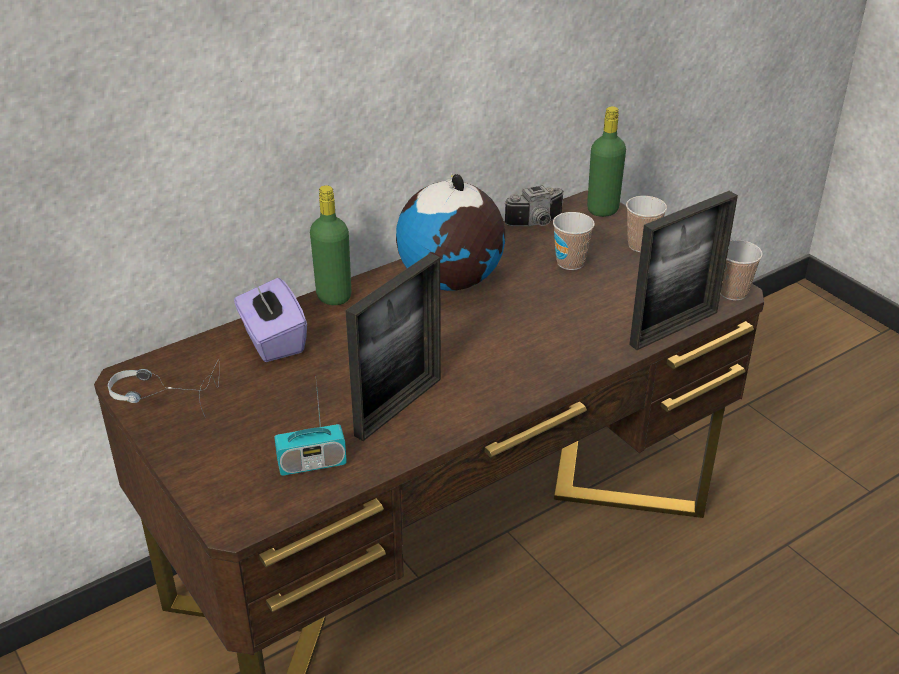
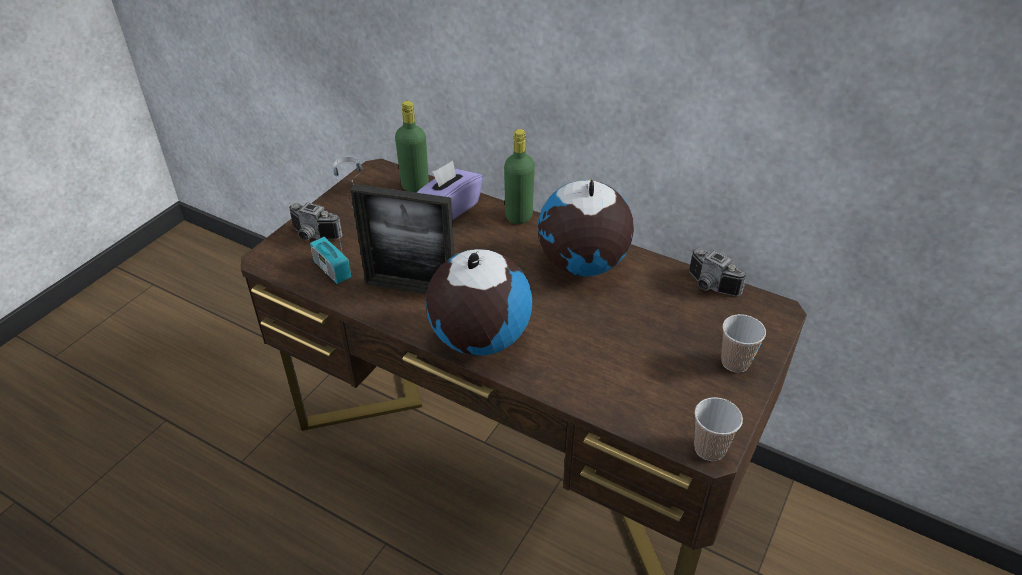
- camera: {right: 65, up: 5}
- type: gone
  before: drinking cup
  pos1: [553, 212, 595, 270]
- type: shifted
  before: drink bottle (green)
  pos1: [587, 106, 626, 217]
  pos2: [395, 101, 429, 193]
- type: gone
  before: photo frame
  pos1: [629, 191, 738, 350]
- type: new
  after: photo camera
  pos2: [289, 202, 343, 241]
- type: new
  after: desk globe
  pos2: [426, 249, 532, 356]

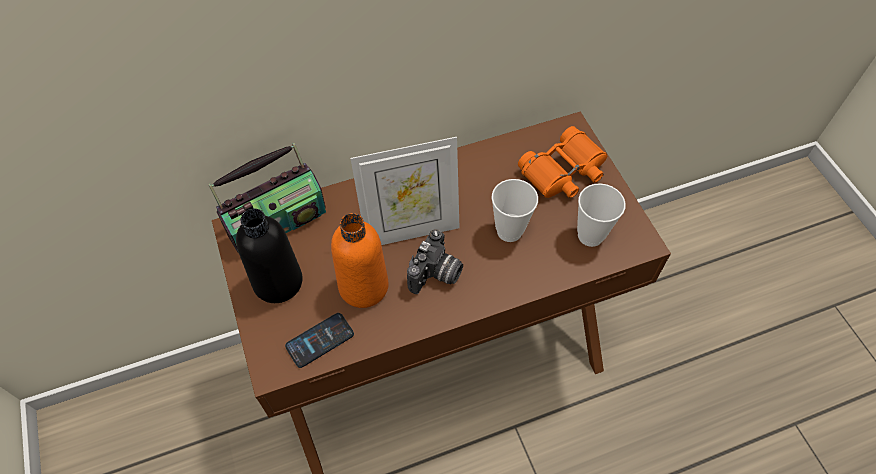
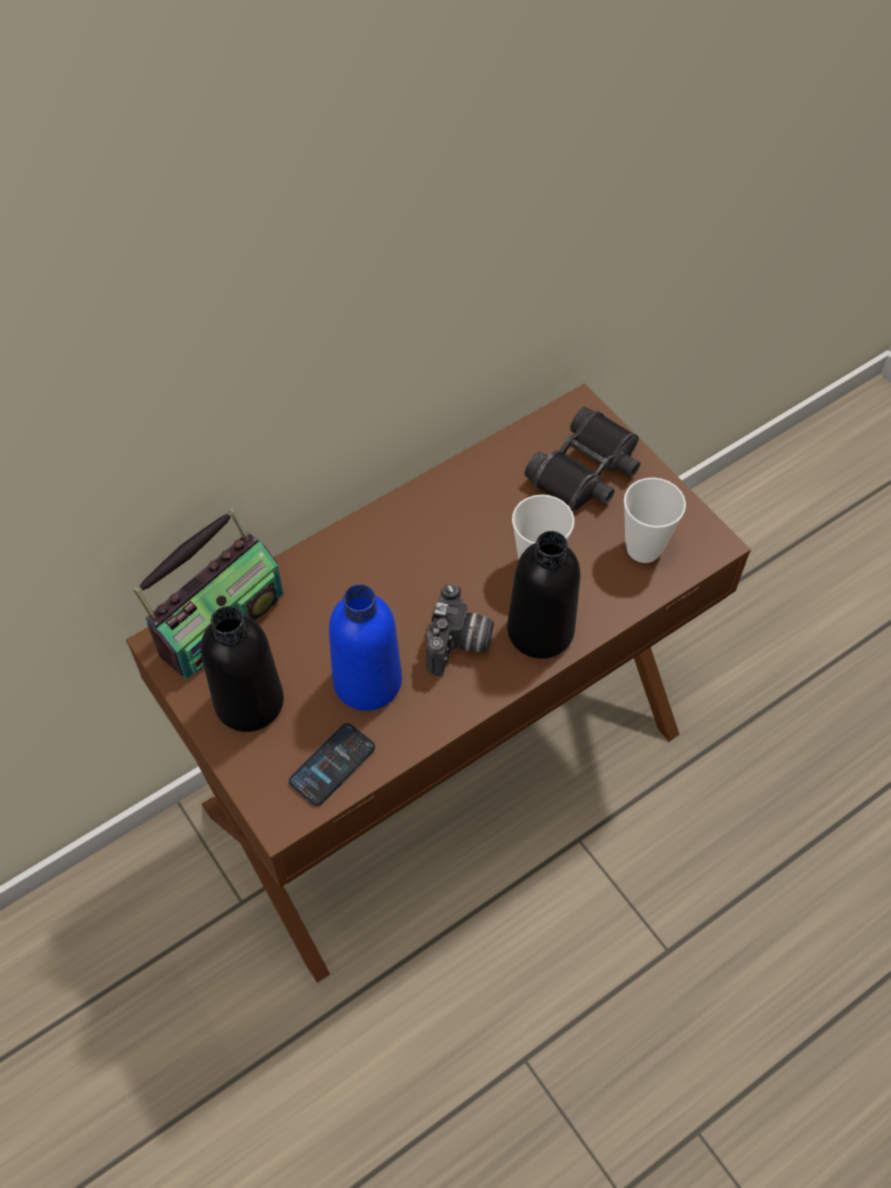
- camera: {right: -15, up: 0}
- type: repainted
  before: drink bottle (orange-coloured)
  after: drink bottle (bluish)
  pos1: [331, 213, 389, 308]
  pos2: [329, 584, 402, 711]
- type: gone
  before: photo frame
  pos1: [350, 137, 460, 245]
- type: repainted
  before: field glasses (orange-coloured)
  after: field glasses (blackish)
  pos1: [518, 126, 607, 198]
  pos2: [525, 407, 640, 511]
- type: new
  after: drink bottle (blackish)
  pos2: [507, 531, 580, 659]

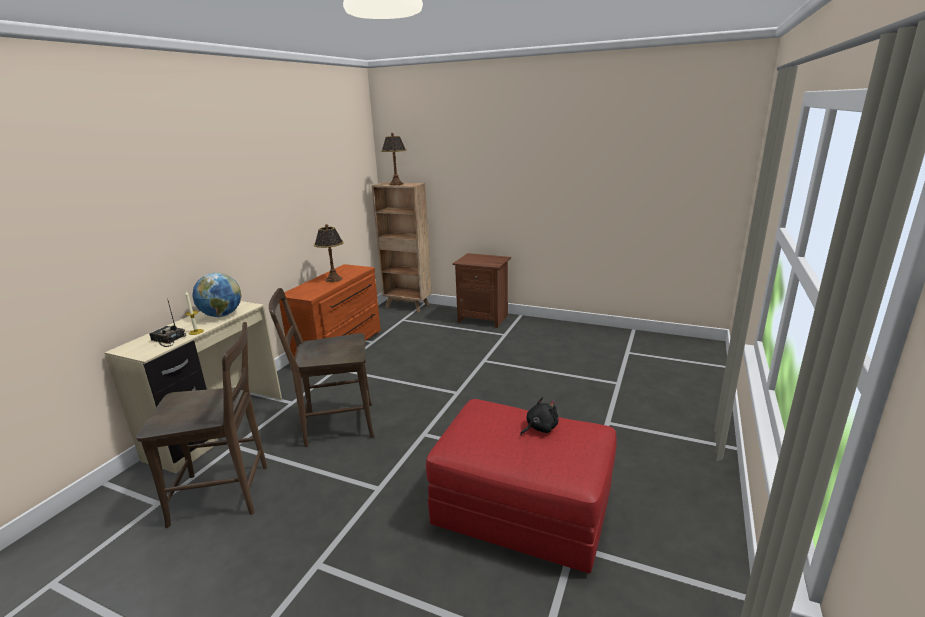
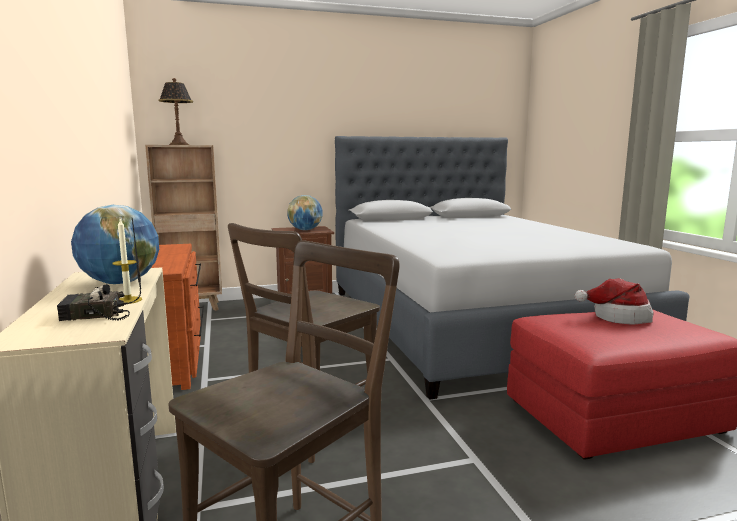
- camera: {right: -40, up: -10}
- type: gone
  before: table lamp
  pos1: [314, 224, 343, 282]
- type: swapped
  before: plush toy (blackish)
  after: wearable hat
  pos1: [520, 397, 558, 436]
  pos2: [575, 278, 653, 325]
- type: new
  after: desk globe
  pos2: [287, 195, 322, 230]
- type: new
  after: bedroom bed (greyish)
  pos2: [335, 136, 690, 399]

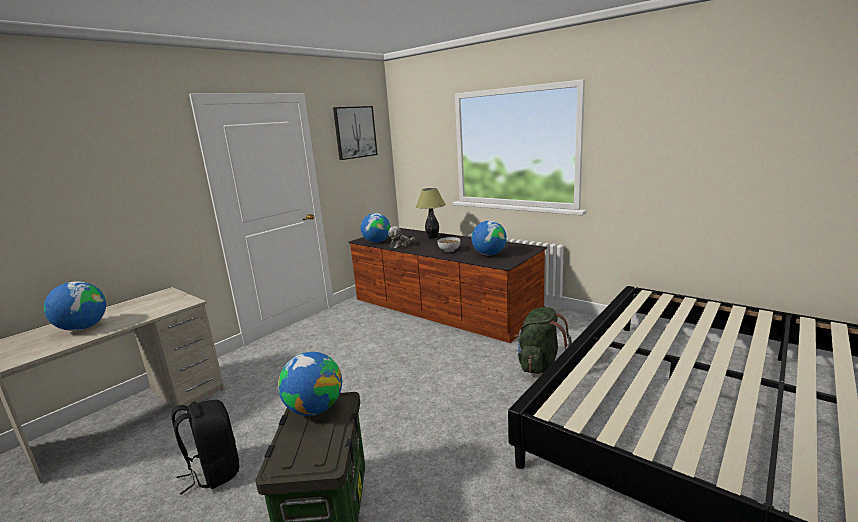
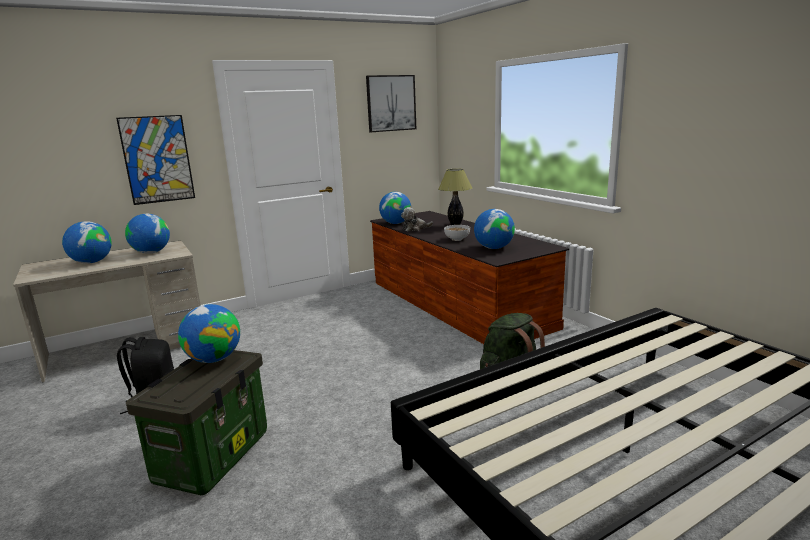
- camera: {right: 20, up: 0}
- type: new
  after: wall art
  pos2: [116, 115, 195, 205]
- type: new
  after: desk globe
  pos2: [125, 214, 170, 254]

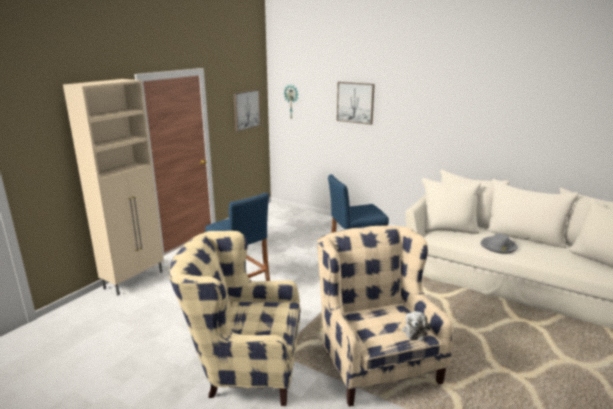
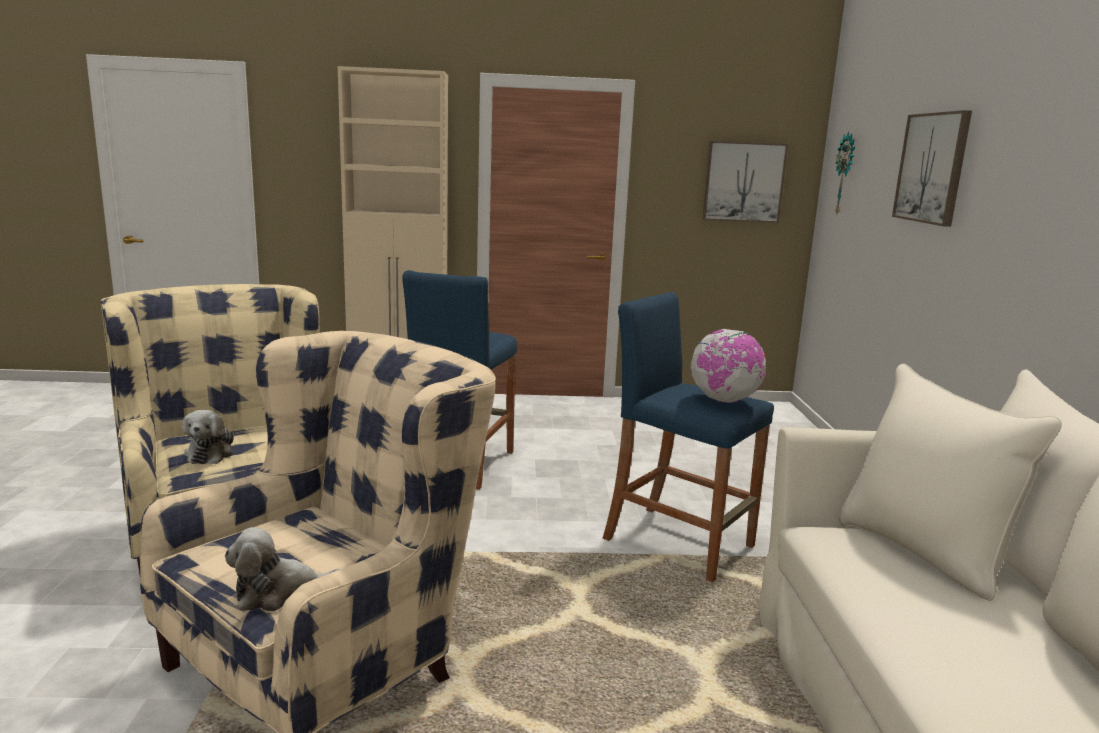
- camera: {right: 55, up: -5}
- type: gone
  before: wearable hat (greyish)
  pos1: [480, 233, 518, 254]
- type: new
  after: plush toy
  pos2: [182, 410, 234, 464]
- type: new
  after: desk globe
  pos2: [691, 329, 766, 402]

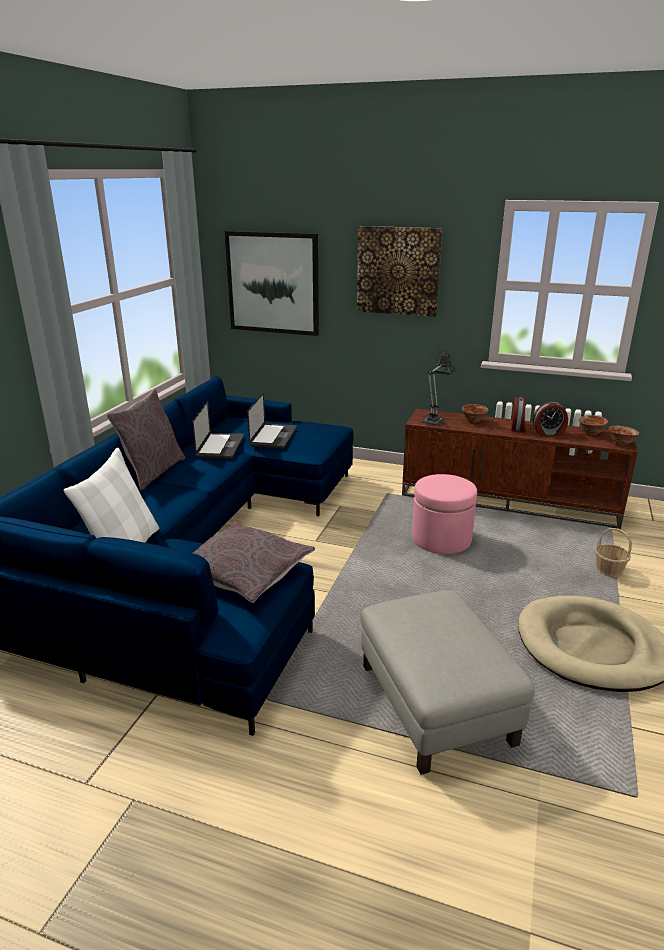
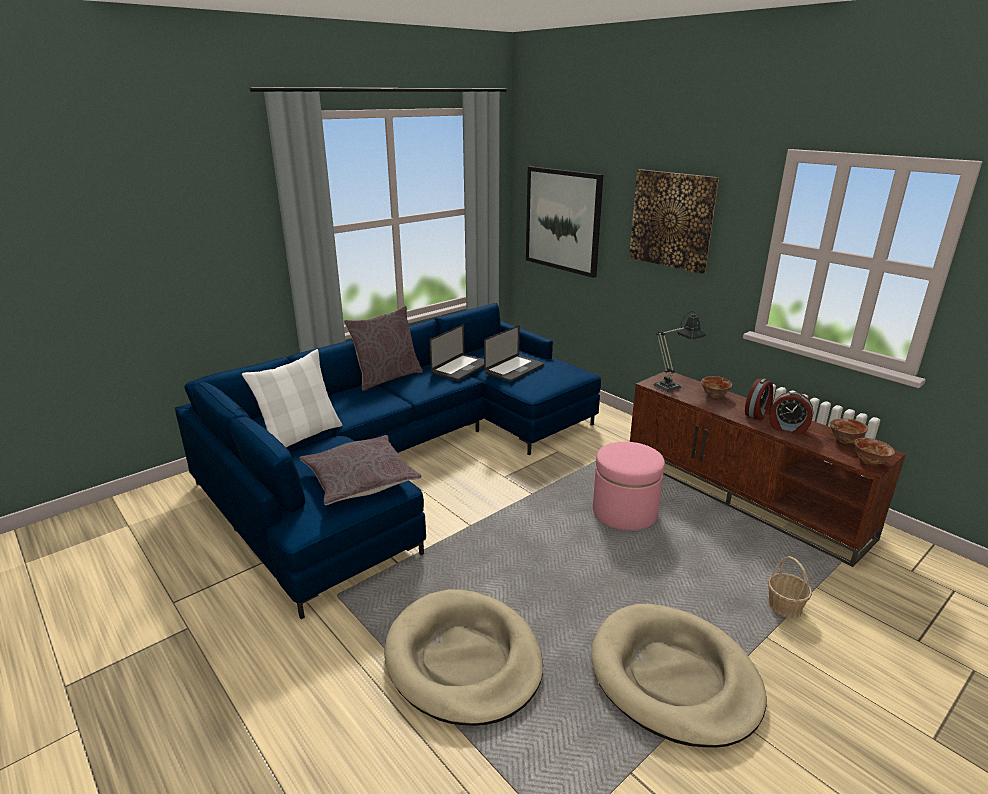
- camera: {right: 30, up: 0}
- type: swapped
  before: pouffe (greyish)
  after: pet bed (beige-coloured)
  pos1: [360, 590, 535, 775]
  pos2: [384, 589, 543, 726]

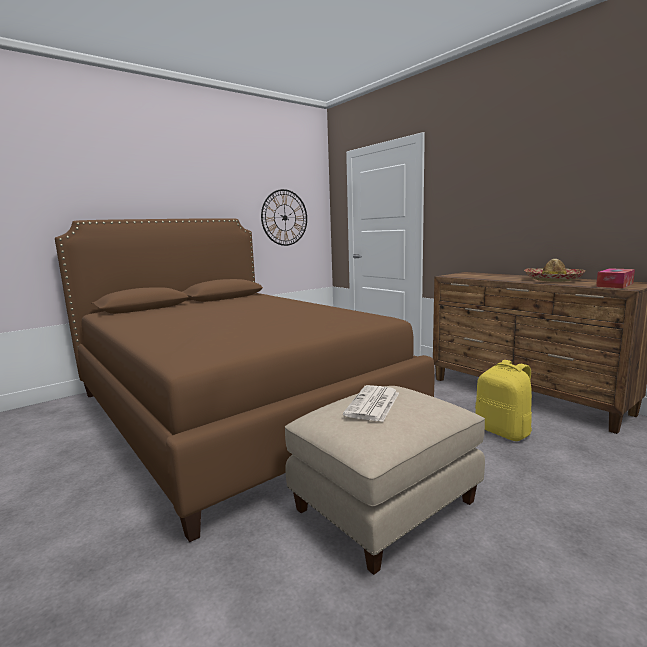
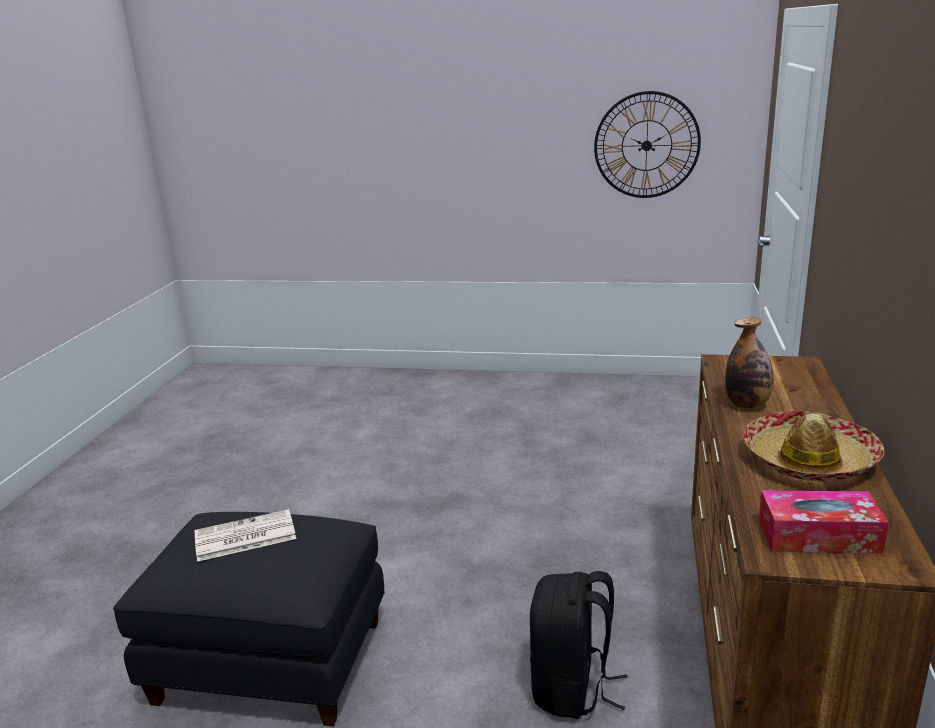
- camera: {right: 50, up: 10}
- type: gone
  before: bedroom bed (brownish)
  pos1: [55, 218, 434, 542]
- type: repainted
  before: pouffe (beige-coloured)
  after: pouffe (blackish)
  pos1: [285, 386, 485, 575]
  pos2: [113, 512, 385, 727]
- type: repainted
  before: knapsack (yellow-coloured)
  after: knapsack (blackish)
  pos1: [475, 360, 532, 441]
  pos2: [530, 571, 628, 719]
- type: new
  after: drink bottle
  pos2: [725, 317, 773, 409]

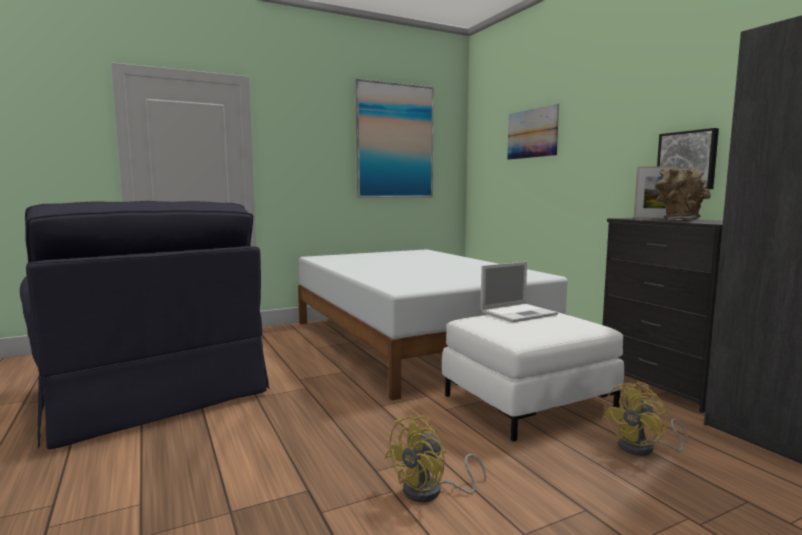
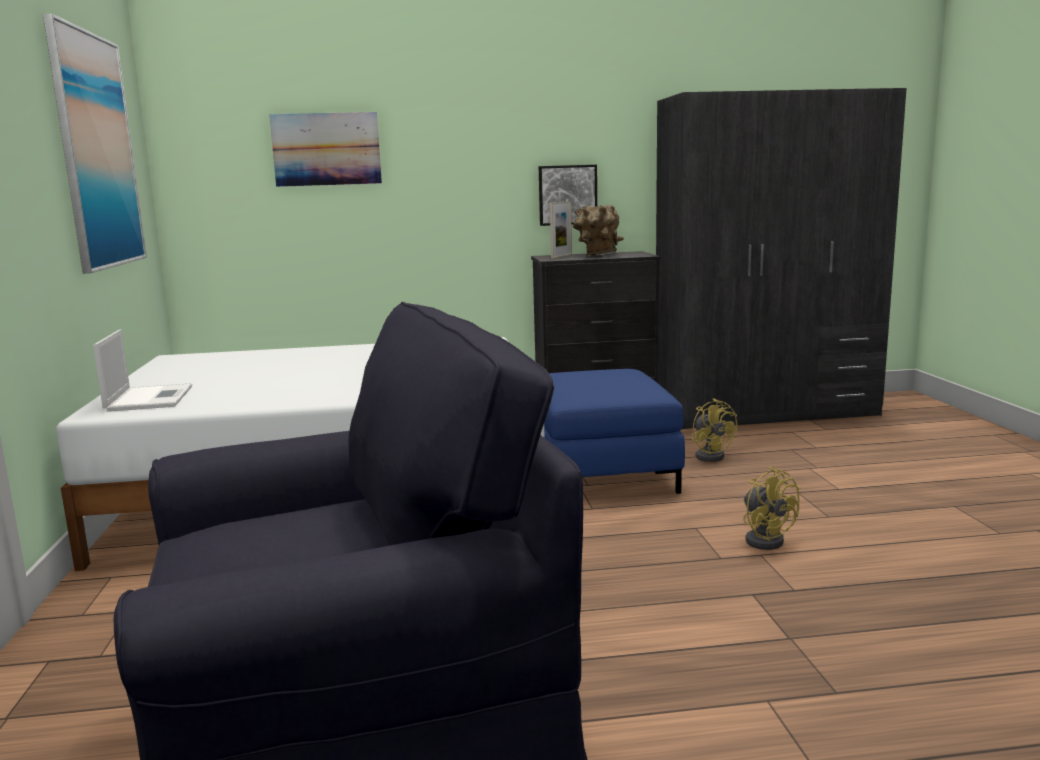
- camera: {right: -70, up: 5}
- type: repainted
  before: pouffe (whitish)
  after: pouffe (bluish)
  pos1: [442, 312, 624, 442]
  pos2: [544, 369, 685, 494]
- type: shifted
  before: notebook computer
  pos1: [481, 262, 558, 323]
  pos2: [93, 329, 192, 412]

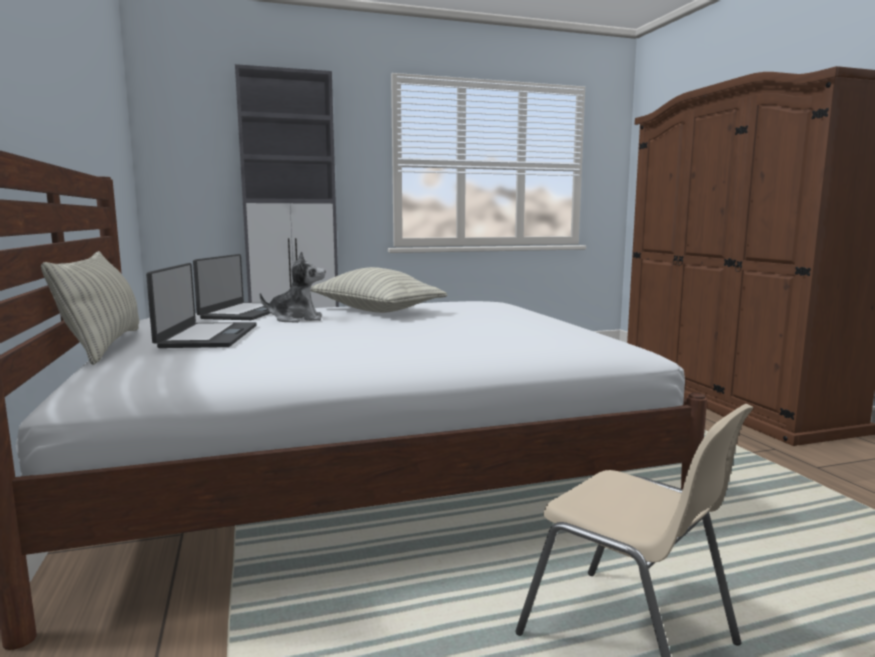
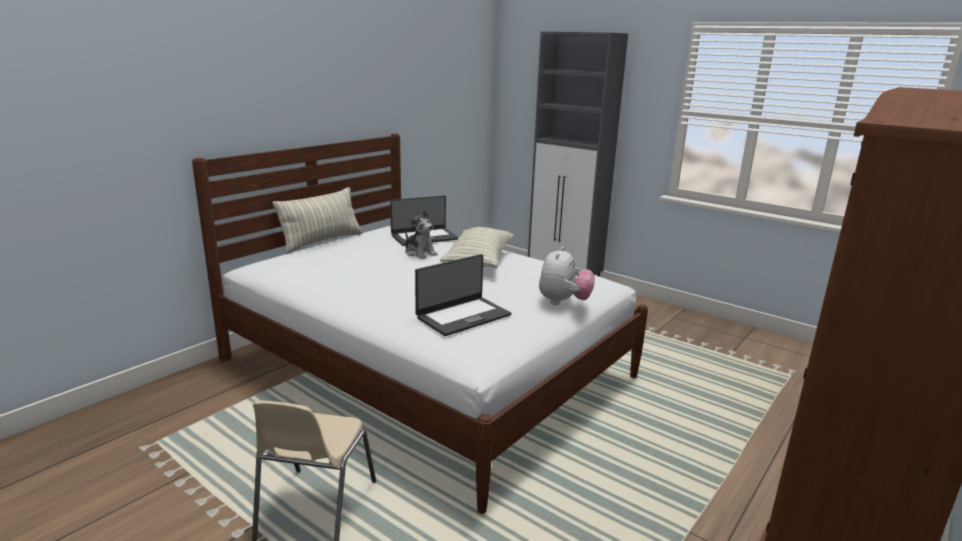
- camera: {right: 55, up: 10}
- type: shifted
  before: notebook computer
  pos1: [146, 263, 257, 348]
  pos2: [415, 254, 511, 336]
- type: new
  after: plush toy
  pos2: [539, 246, 595, 305]

